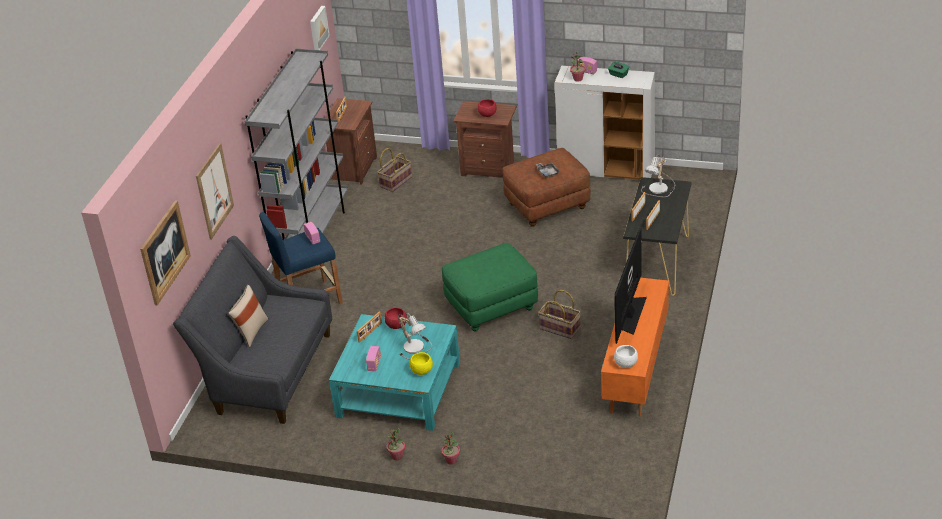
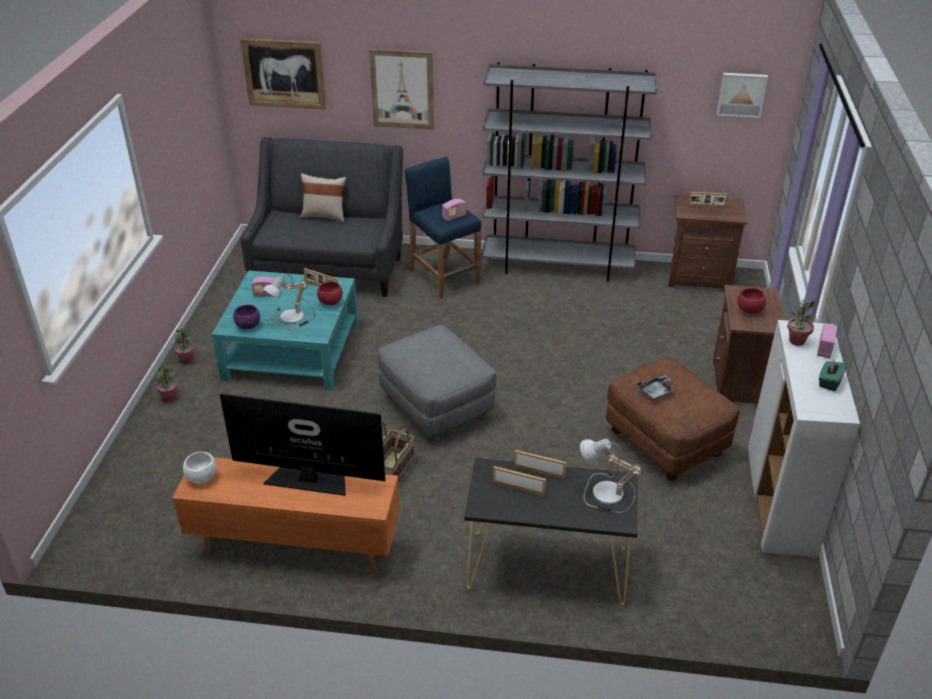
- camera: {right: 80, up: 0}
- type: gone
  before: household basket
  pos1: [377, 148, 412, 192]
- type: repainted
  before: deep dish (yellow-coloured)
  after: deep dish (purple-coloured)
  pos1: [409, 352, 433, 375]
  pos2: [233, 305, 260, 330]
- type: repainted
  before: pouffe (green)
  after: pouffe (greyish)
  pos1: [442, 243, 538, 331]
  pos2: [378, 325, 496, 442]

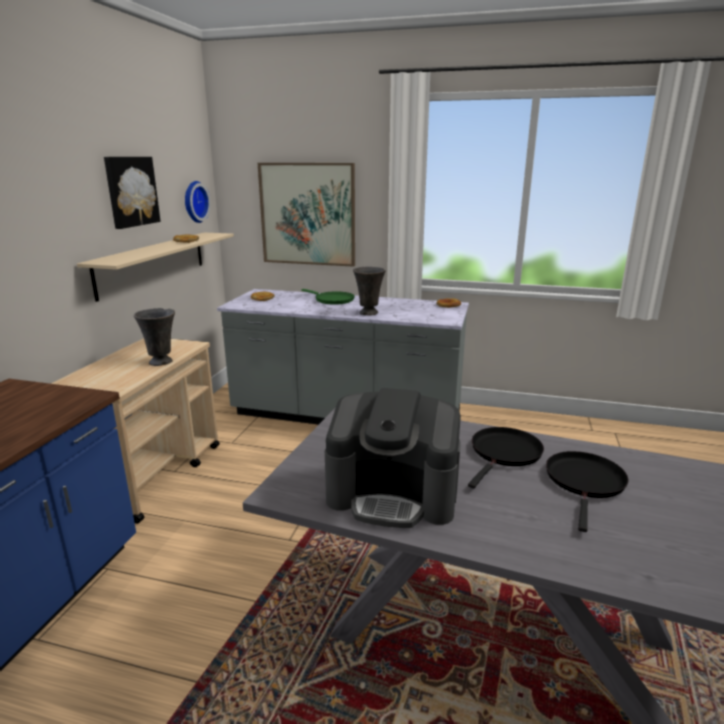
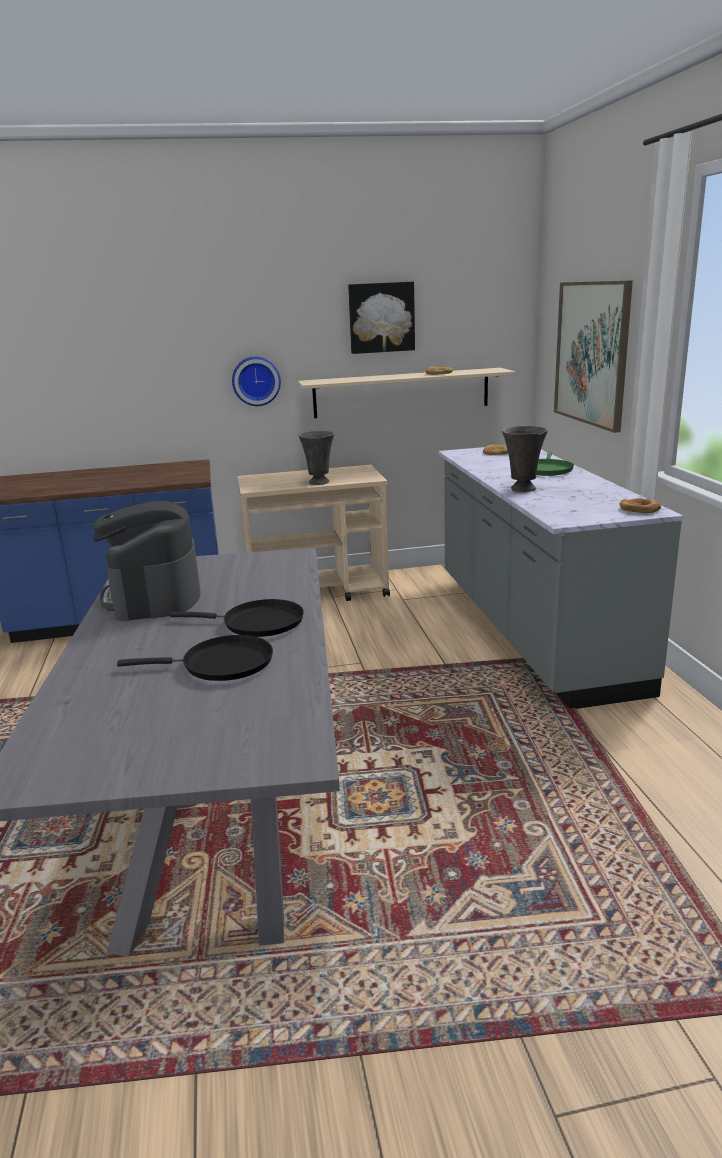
- camera: {right: 65, up: 0}
- type: shifted
  before: hanging clock
  pos1: [185, 181, 211, 223]
  pos2: [232, 357, 281, 406]

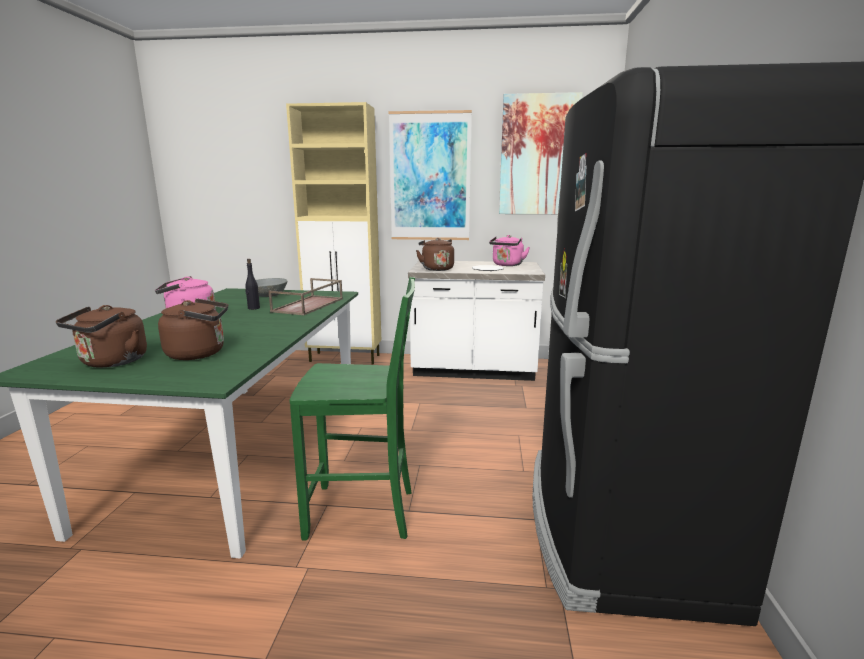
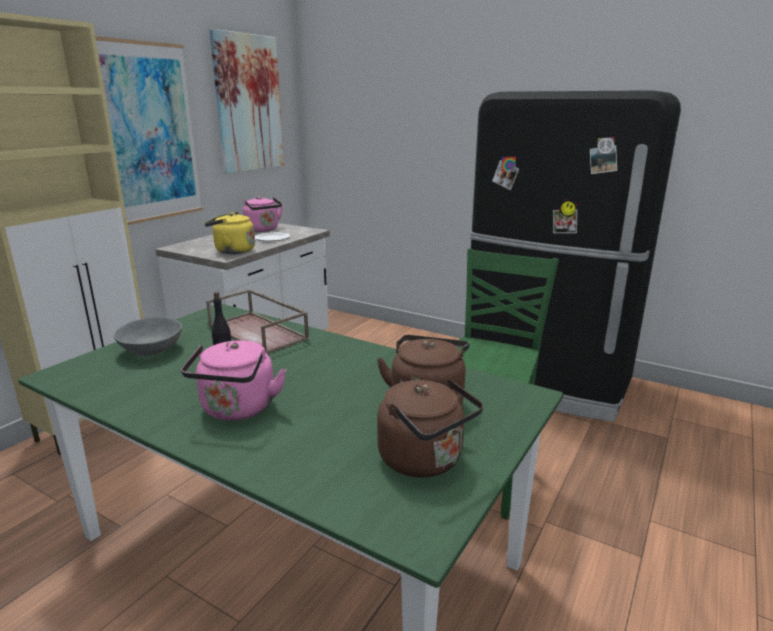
- camera: {right: -65, up: 5}
- type: repainted
  before: kettle (brownish)
  after: kettle (yellow-coloured)
  pos1: [416, 238, 454, 271]
  pos2: [204, 212, 255, 254]

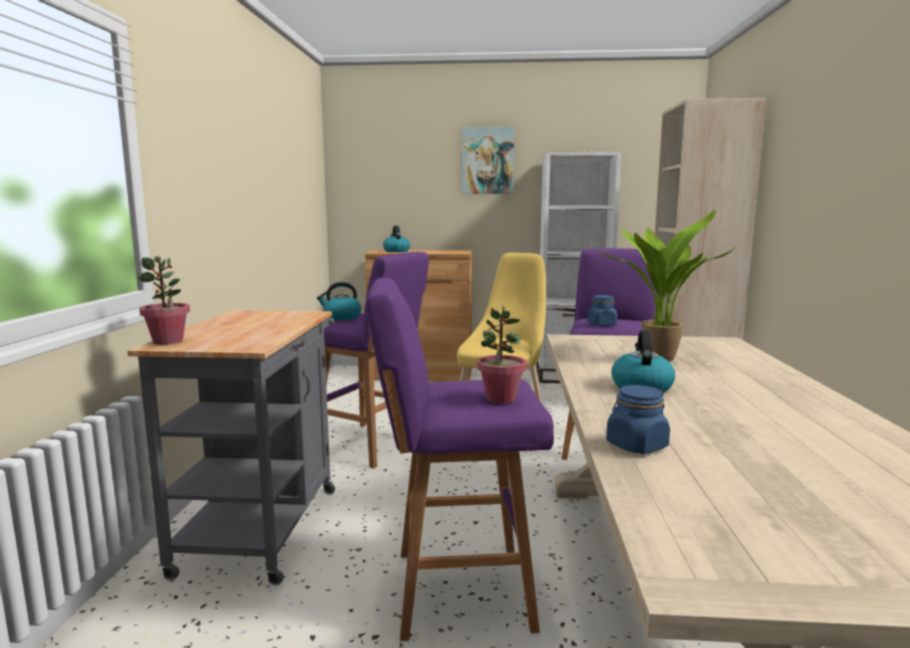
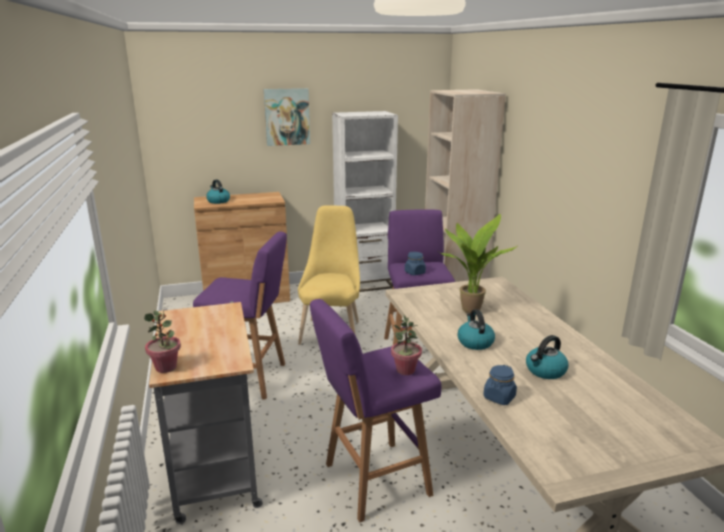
- camera: {right: -20, up: 10}
- type: shifted
  before: kettle
  pos1: [317, 282, 361, 320]
  pos2: [526, 335, 569, 379]

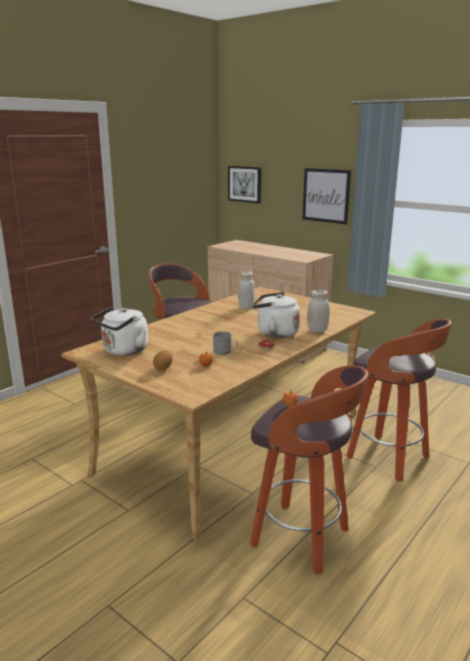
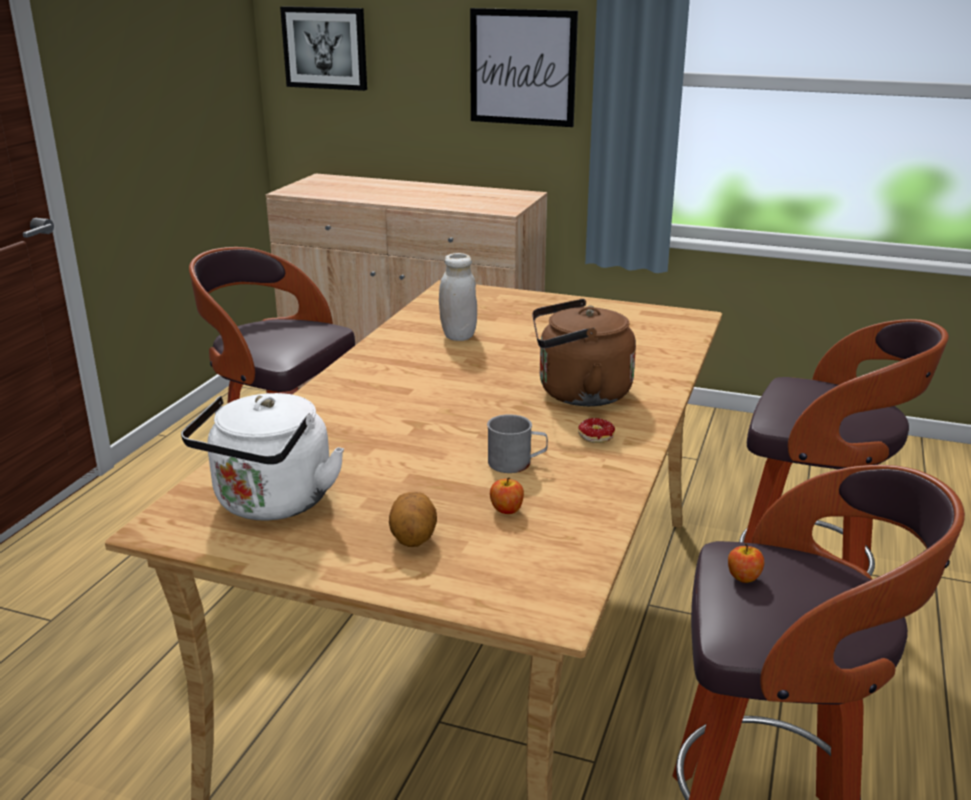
- camera: {right: -20, up: 5}
- type: repainted
  before: kettle (whitish)
  after: kettle (brownish)
  pos1: [252, 292, 300, 338]
  pos2: [532, 299, 636, 406]
- type: gone
  before: preserve jar (whitish)
  pos1: [307, 290, 330, 332]

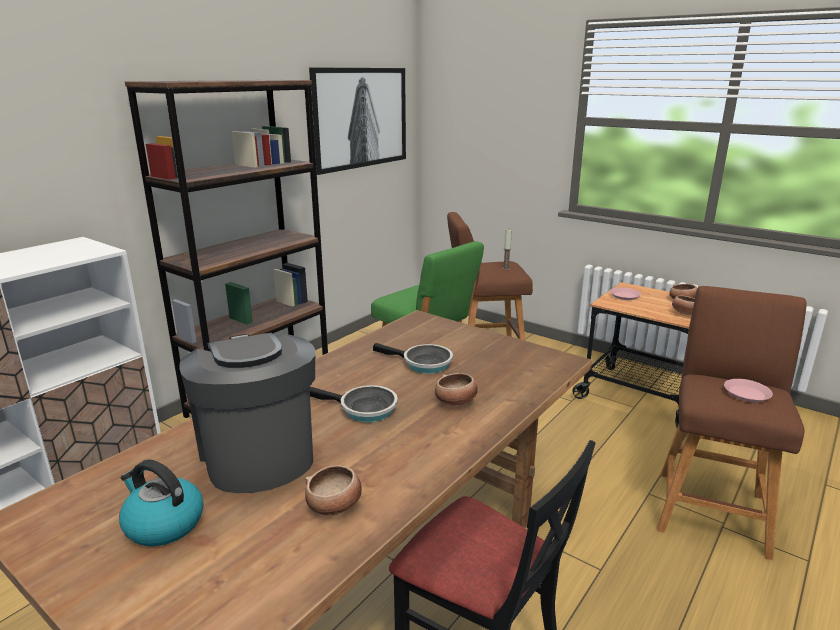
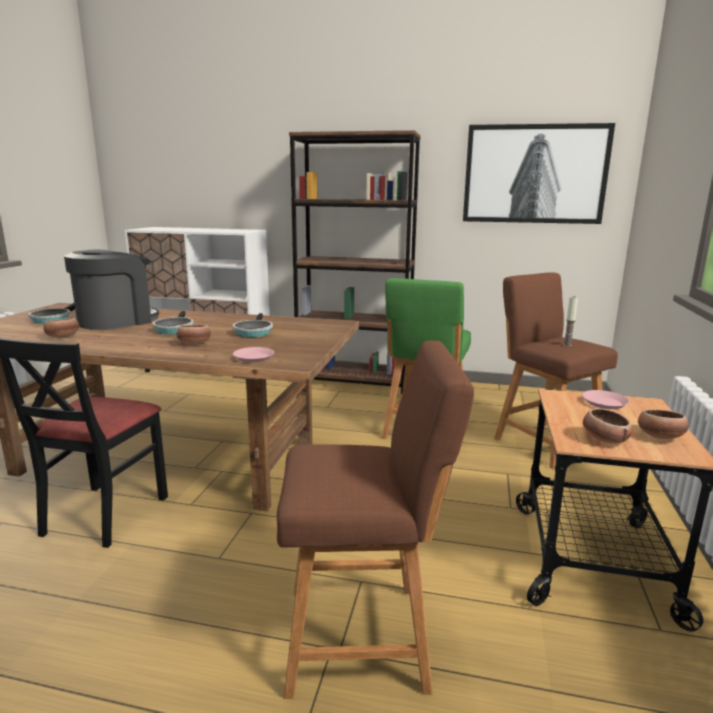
- camera: {right: 65, up: -5}
- type: swapped
  before: kettle
  after: skillet
  pos1: [119, 459, 203, 547]
  pos2: [28, 303, 75, 324]
- type: shifted
  before: flat dish (pinkish)
  pos1: [724, 379, 773, 402]
  pos2: [233, 347, 274, 363]

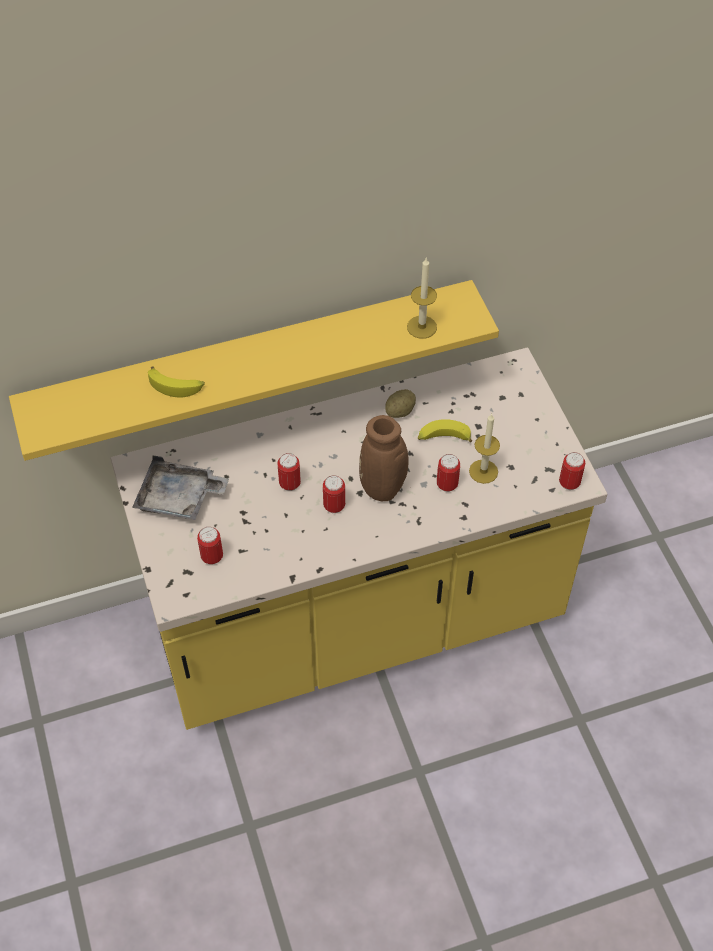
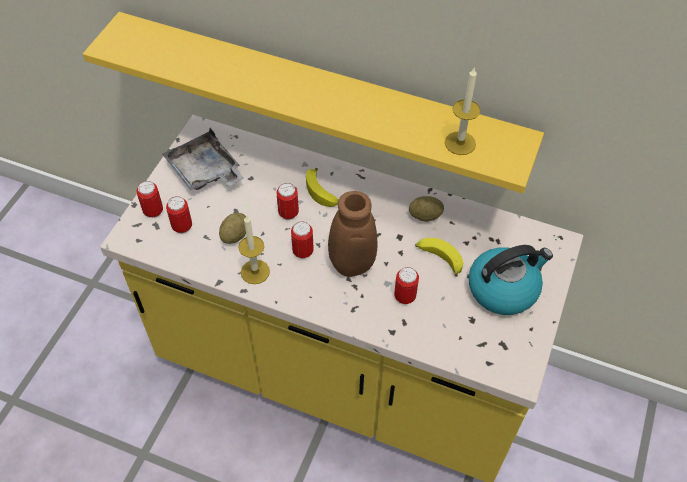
- camera: {right: 40, up: 0}
- type: shifted
  before: whole banana
  pos1: [148, 366, 205, 398]
  pos2: [306, 168, 338, 207]
- type: shifted
  before: candle
  pos1: [469, 414, 500, 484]
  pos2: [238, 215, 270, 284]
- type: shifted
  before: sealed can
  pos1: [559, 452, 585, 490]
  pos2: [137, 181, 163, 218]
- type: new
  after: spud
  pos2: [219, 213, 246, 244]
- type: new
  after: kettle
  pos2: [469, 245, 553, 315]

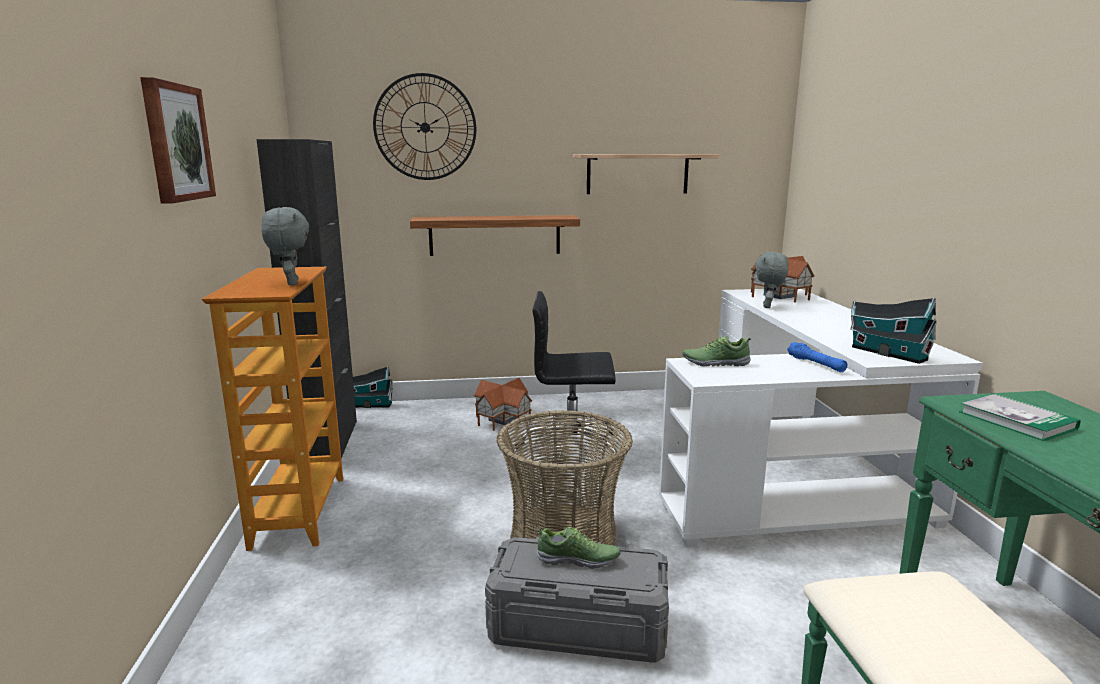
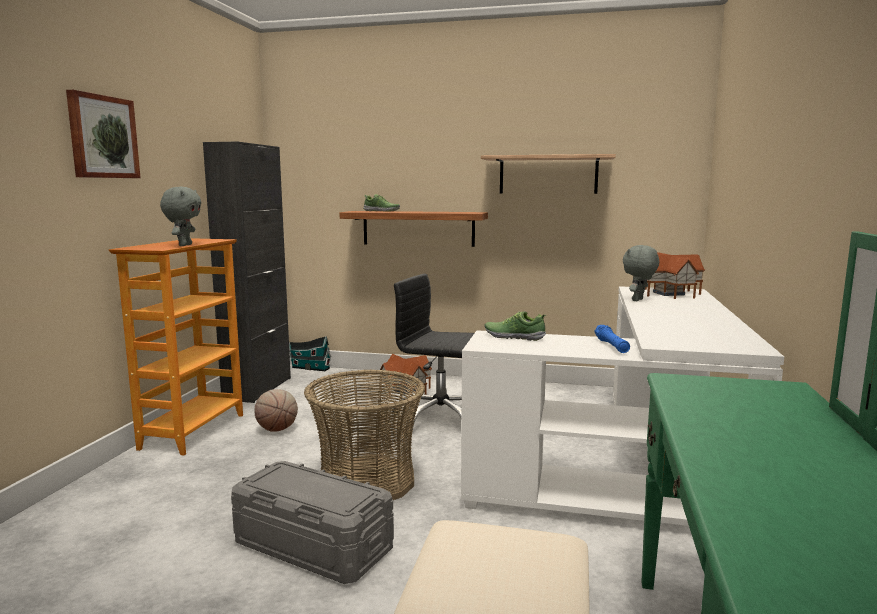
- camera: {right: 20, up: -5}
- type: gone
  before: hanging clock
  pos1: [373, 73, 476, 180]
- type: shifted
  before: low shoe
  pos1: [537, 527, 621, 569]
  pos2: [363, 194, 400, 212]
- type: gone
  before: miniature house
  pos1: [850, 297, 937, 364]
- type: gone
  before: book
  pos1: [959, 394, 1080, 441]
- type: new
  after: basketball
  pos2: [255, 389, 298, 432]

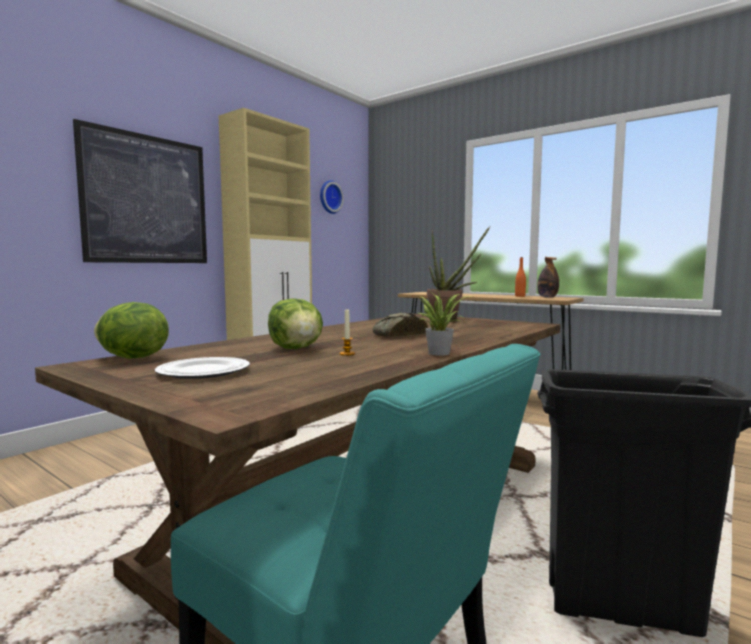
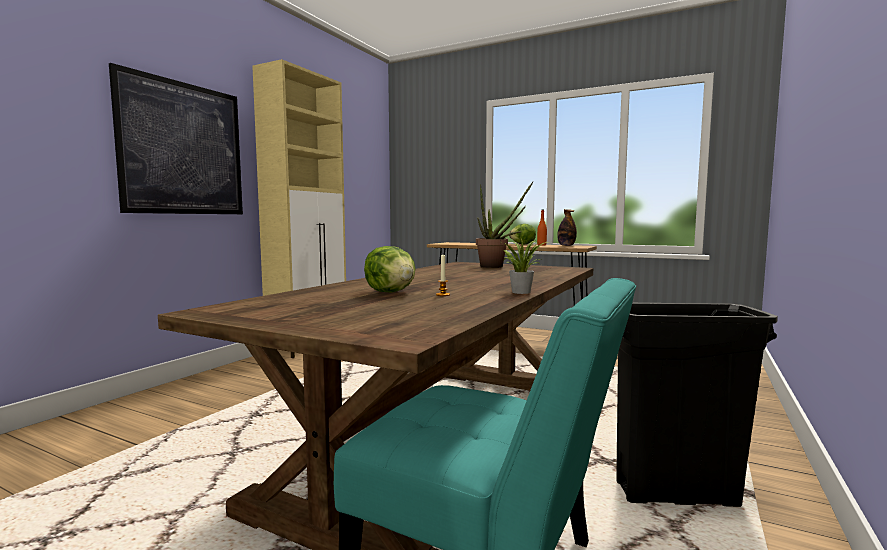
- camera: {right: -10, up: 0}
- type: shifted
  before: head of lettuce
  pos1: [94, 302, 169, 359]
  pos2: [509, 224, 536, 245]
- type: gone
  before: flat dish
  pos1: [155, 357, 250, 379]
- type: gone
  before: hanging clock
  pos1: [320, 180, 344, 214]
- type: gone
  before: bakery bread
  pos1: [373, 312, 428, 337]

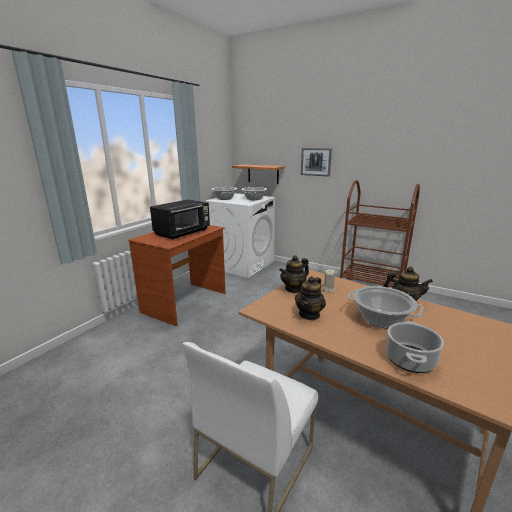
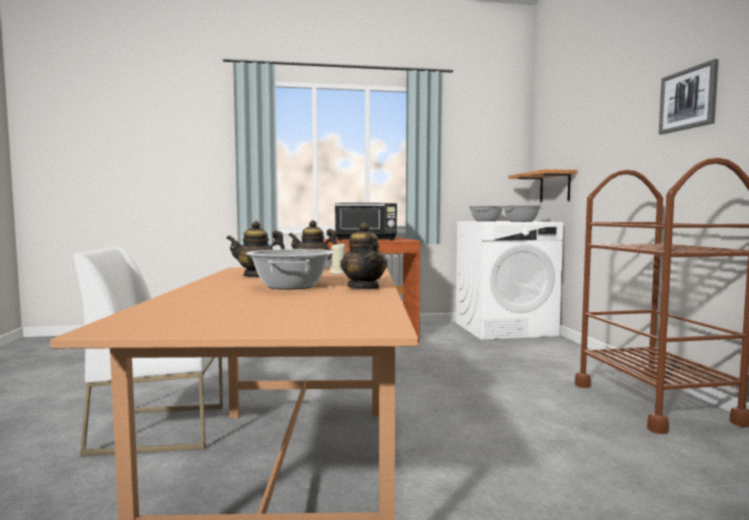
- camera: {right: 50, up: -15}
- type: shifted
  before: wall art
  pos1: [301, 148, 332, 176]
  pos2: [659, 59, 719, 134]
- type: gone
  before: saucepot
  pos1: [386, 321, 444, 373]

